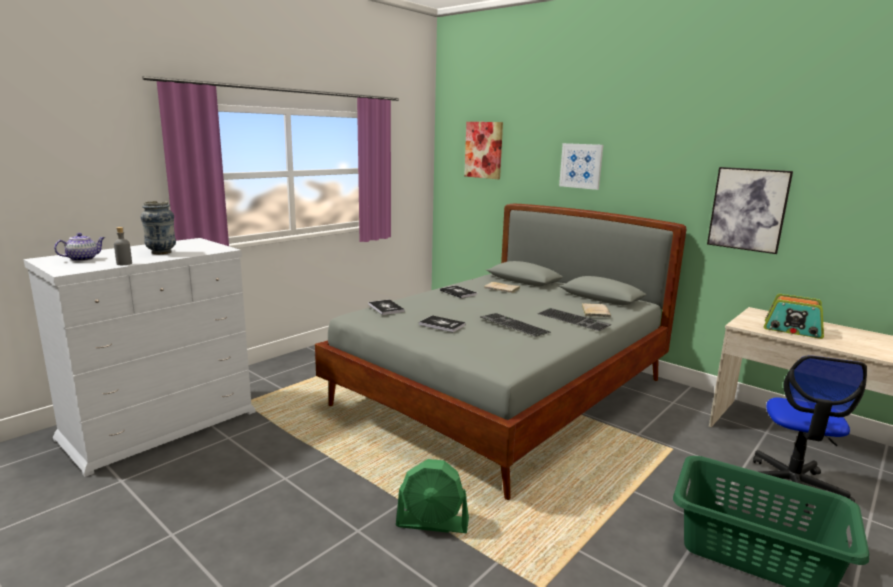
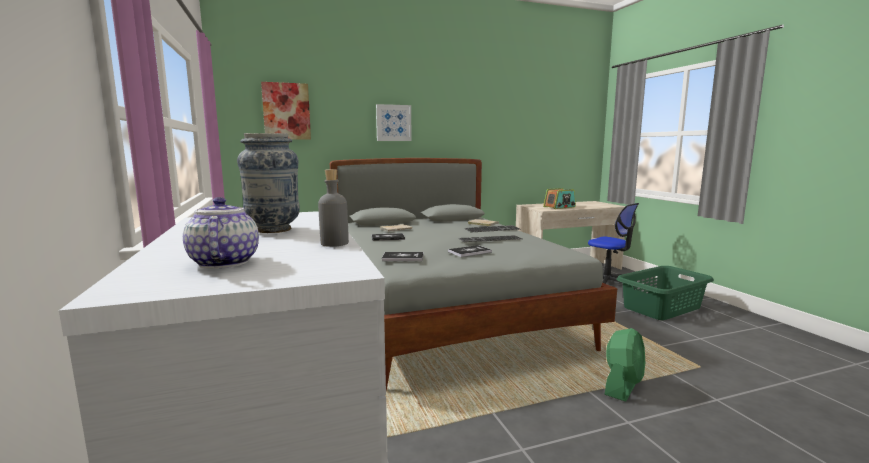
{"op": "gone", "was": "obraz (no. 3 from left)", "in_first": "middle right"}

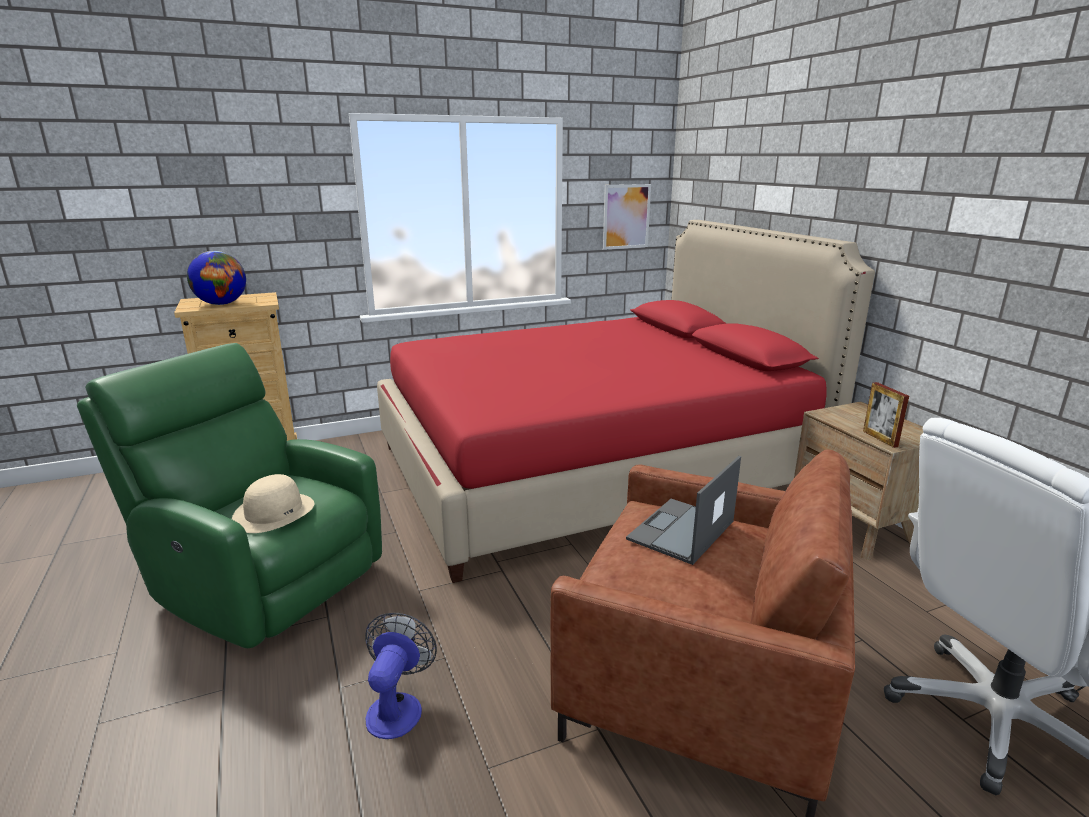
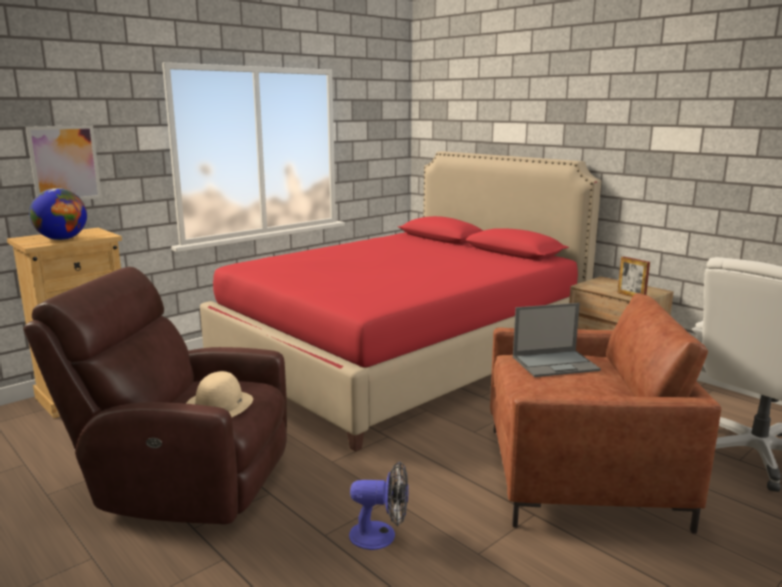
{"op": "repainted", "was": "fotel (zielony)", "now": "fotel (brązowy) (no. 1 from left)", "in_first": "middle left", "in_second": "bottom left"}
{"op": "shifted", "was": "obraz", "in_first": "top centre", "in_second": "top left"}
{"op": "rotated", "was": "wentylator", "in_first": "bottom centre", "in_second": "bottom centre", "clockwise": 105}
{"op": "rotated", "was": "laptop", "in_first": "centre", "in_second": "middle right", "clockwise": -120}

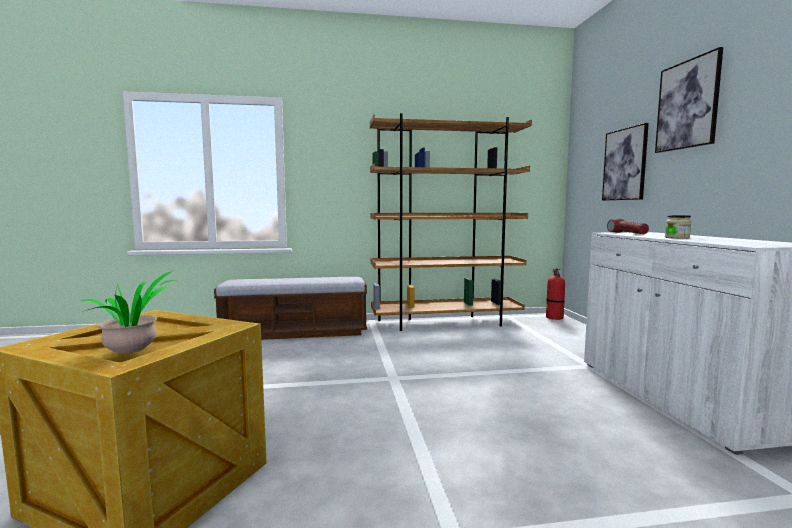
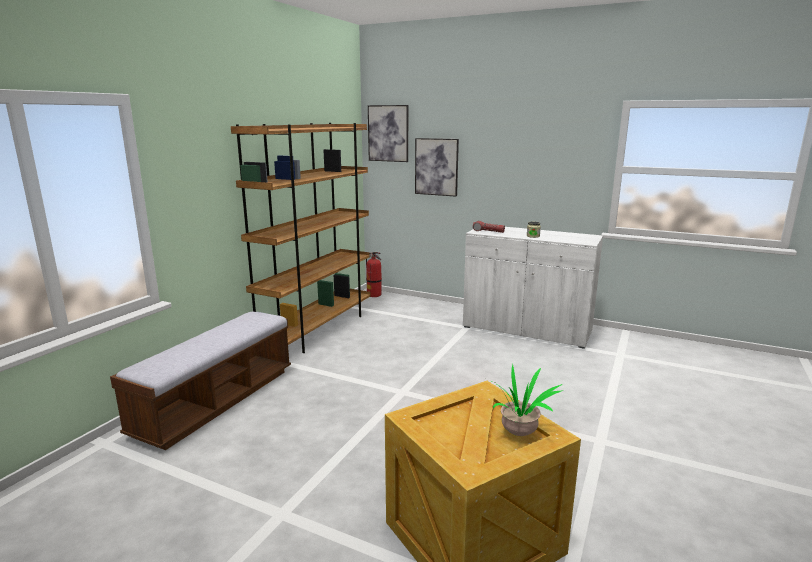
{"op": "shifted", "was": "obraz (no. 2 from left in the first image)", "now": "obraz (no. 1 from left)", "in_first": "top right", "in_second": "top centre"}

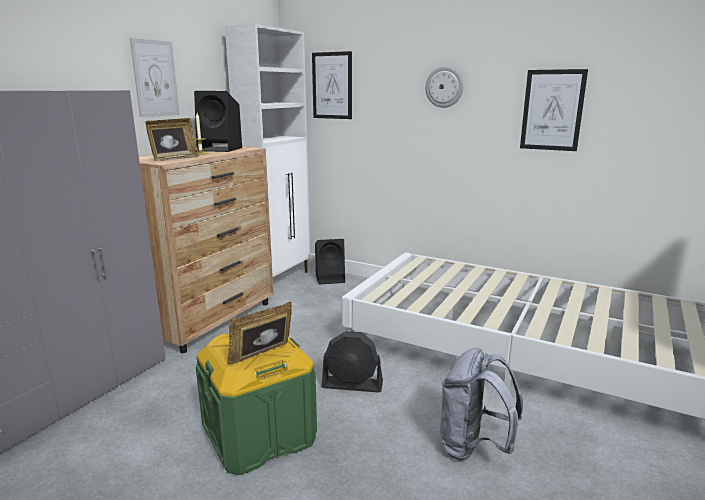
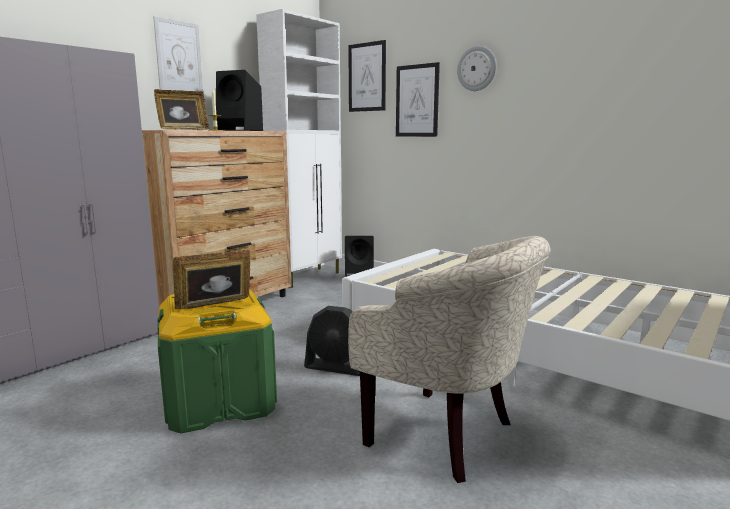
{"op": "swapped", "was": "plecak (szary)", "now": "fotel (beżowy)", "in_first": "bottom right", "in_second": "bottom centre"}
{"op": "shifted", "was": "obraz (no. 3 from left)", "in_first": "top right", "in_second": "top centre"}

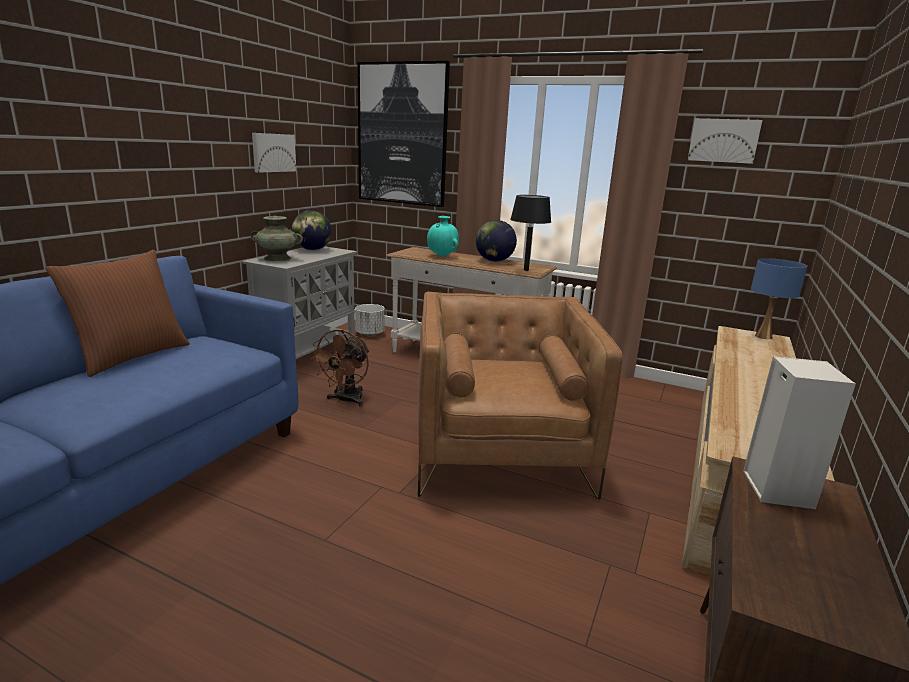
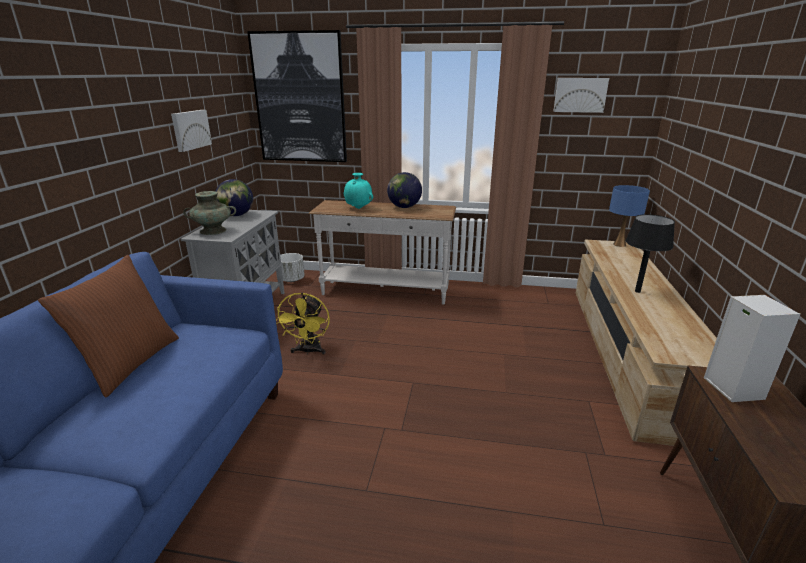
{"op": "repainted", "was": "wentylator (brązowy)", "now": "wentylator (żółty)", "in_first": "centre", "in_second": "centre"}
{"op": "shifted", "was": "lampa stołowa (czarny)", "in_first": "centre", "in_second": "middle right"}
{"op": "gone", "was": "fotel (brązowy)", "in_first": "centre"}

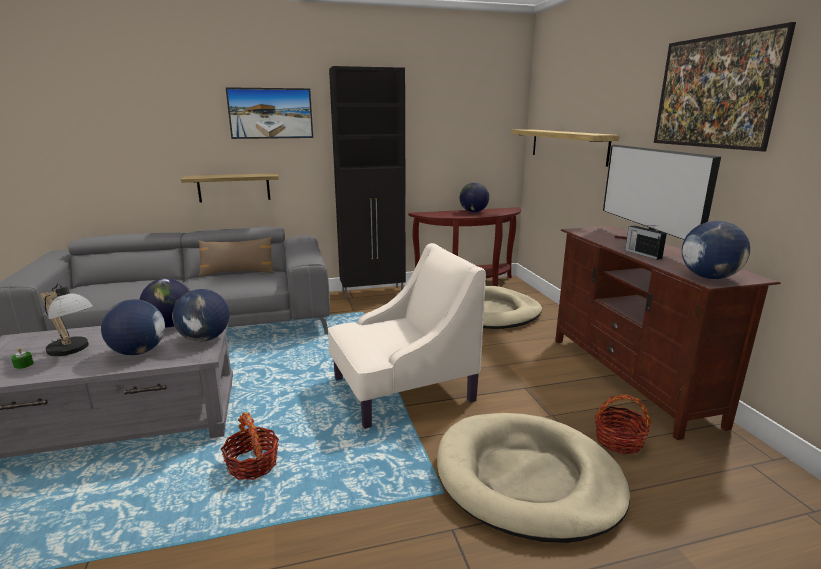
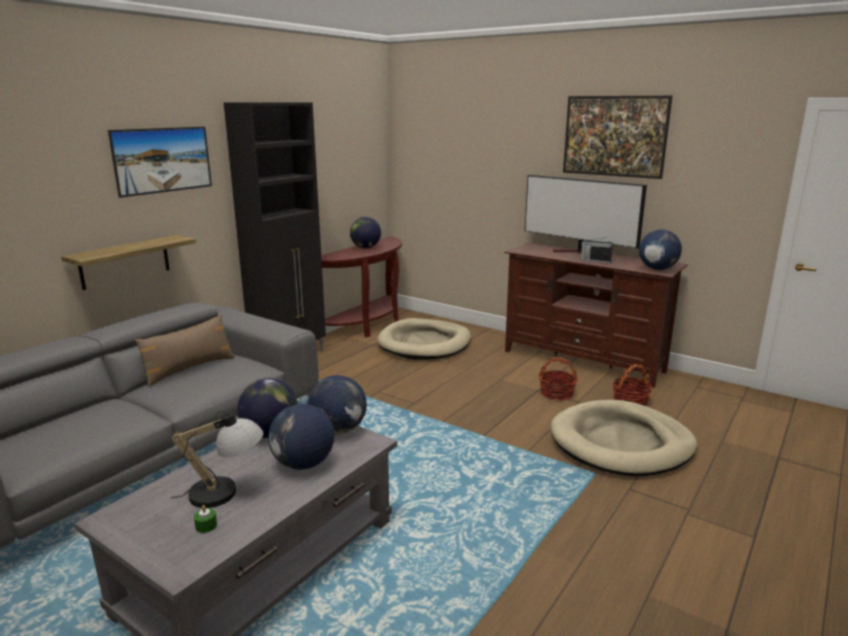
{"op": "shifted", "was": "koszyk (no. 1 from left)", "in_first": "bottom left", "in_second": "centre"}
{"op": "gone", "was": "fotel (beżowy)", "in_first": "centre"}
{"op": "gone", "was": "półka (no. 2 from left)", "in_first": "top right"}

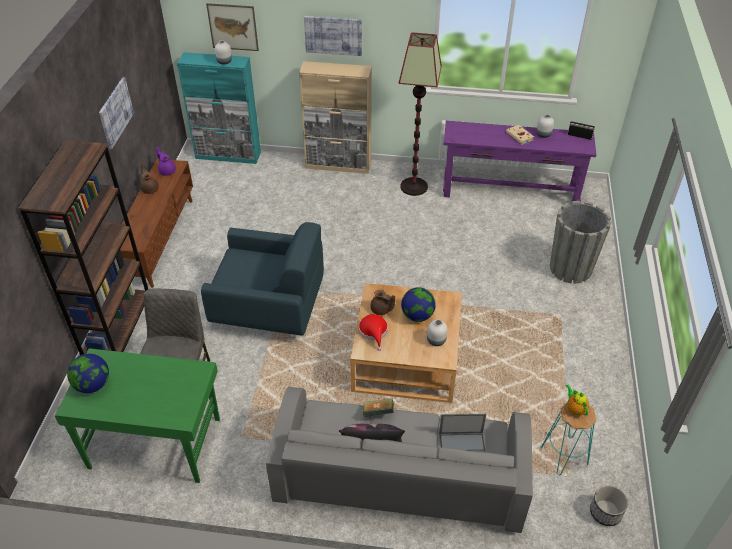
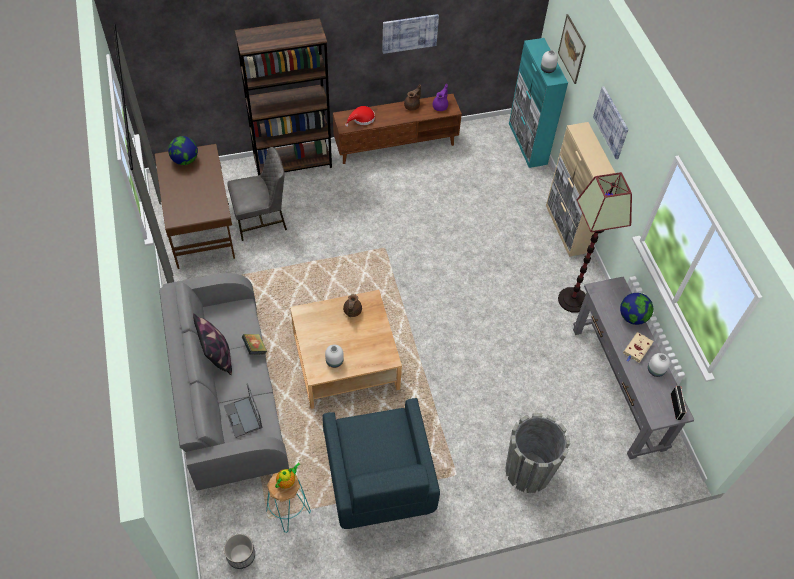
{"op": "repainted", "was": "biurko (zielony)", "now": "biurko (brązowy)", "in_first": "bottom left", "in_second": "middle left"}
{"op": "shifted", "was": "fotel (niebieski)", "in_first": "centre", "in_second": "bottom centre"}
{"op": "shifted", "was": "kapelusz (czerwony)", "in_first": "centre", "in_second": "top centre"}
{"op": "repainted", "was": "stolik konsolowy (fioletowy)", "now": "stolik konsolowy (szary)", "in_first": "top right", "in_second": "middle right"}
{"op": "shifted", "was": "globus (no. 2 from left)", "in_first": "centre", "in_second": "middle right"}

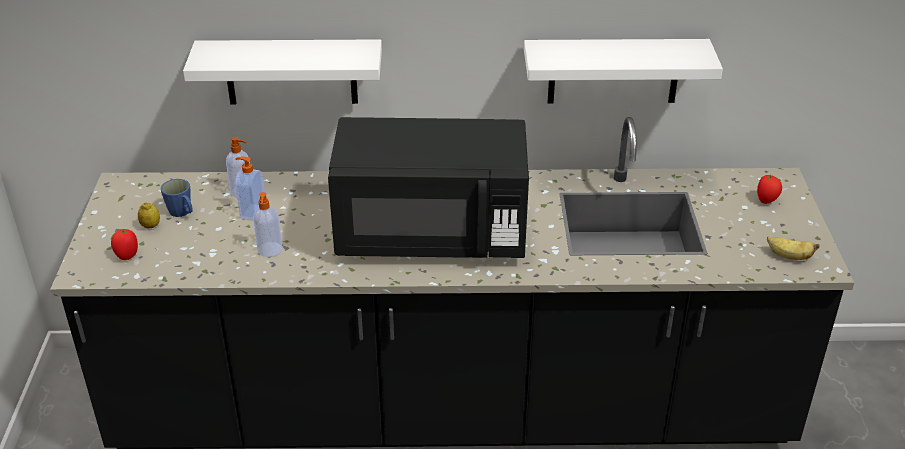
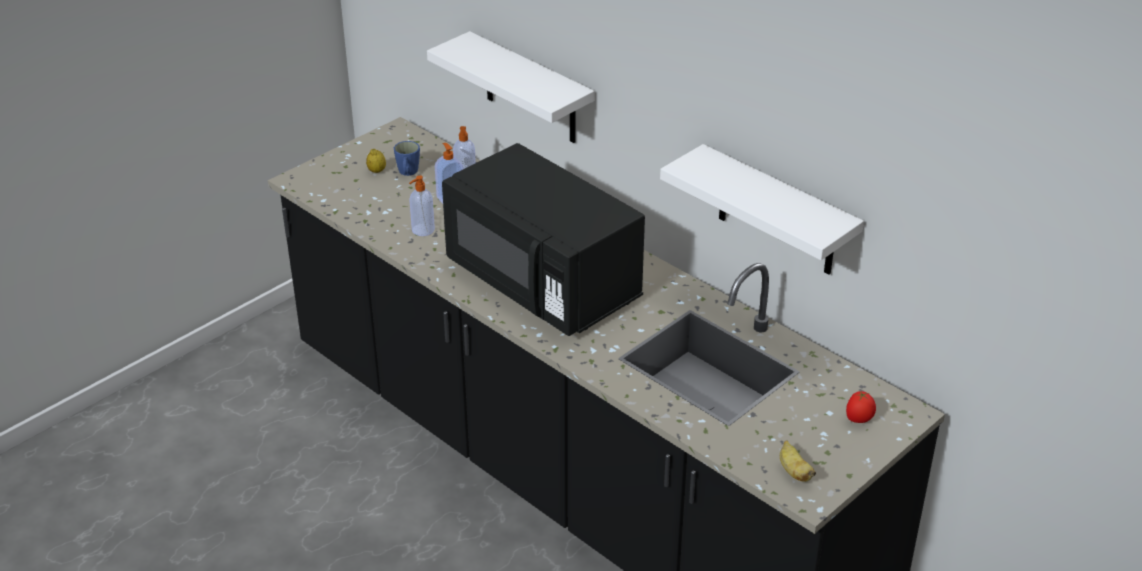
{"op": "gone", "was": "pomidor (no. 1 from left)", "in_first": "middle left"}

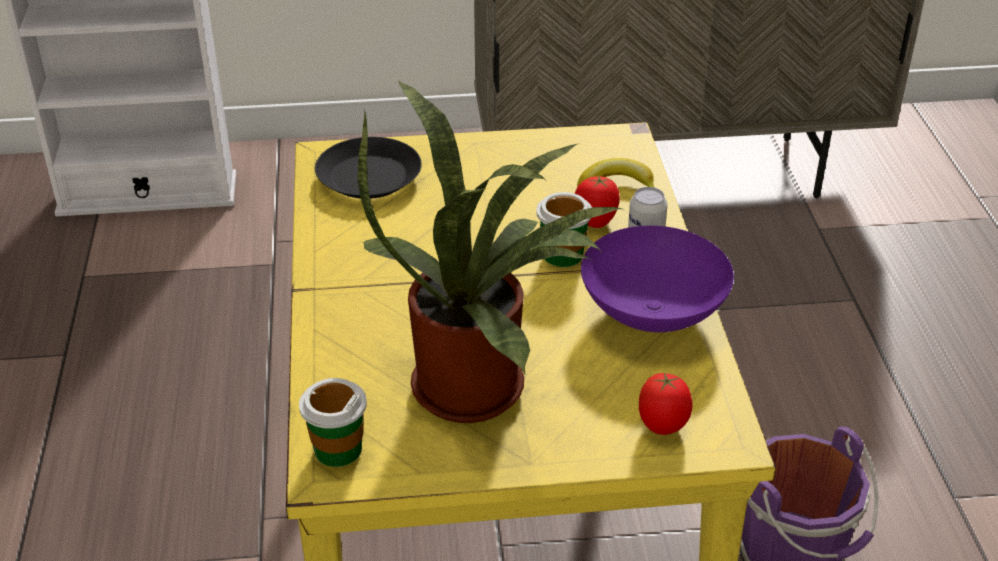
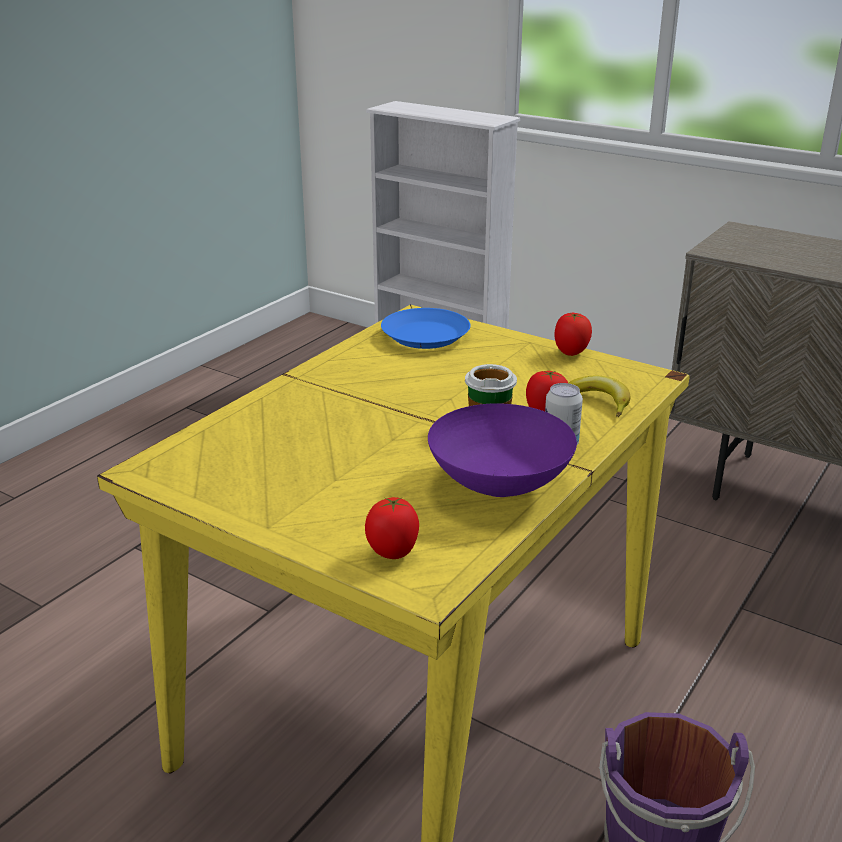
{"op": "repainted", "was": "talerz (czarny)", "now": "talerz (niebieski)", "in_first": "top centre", "in_second": "centre"}
{"op": "new", "now": "pomidor (no. 3 from left)", "in_second": "middle right"}
{"op": "gone", "was": "filiżanka (no. 1 from left)", "in_first": "bottom centre"}
{"op": "gone", "was": "roślina doniczkowa", "in_first": "centre"}

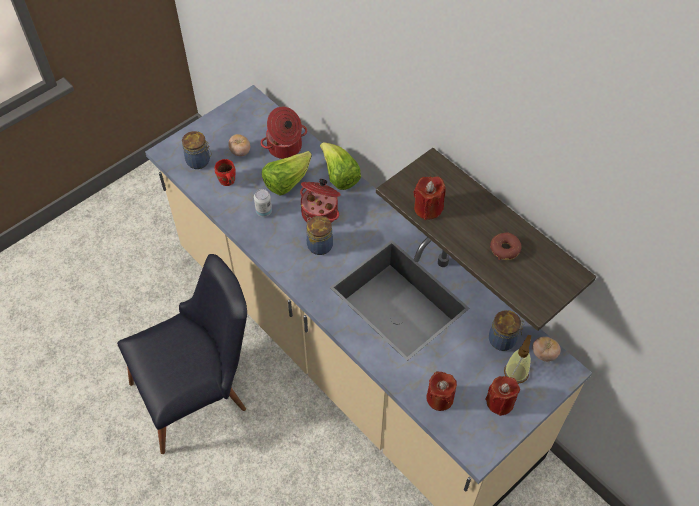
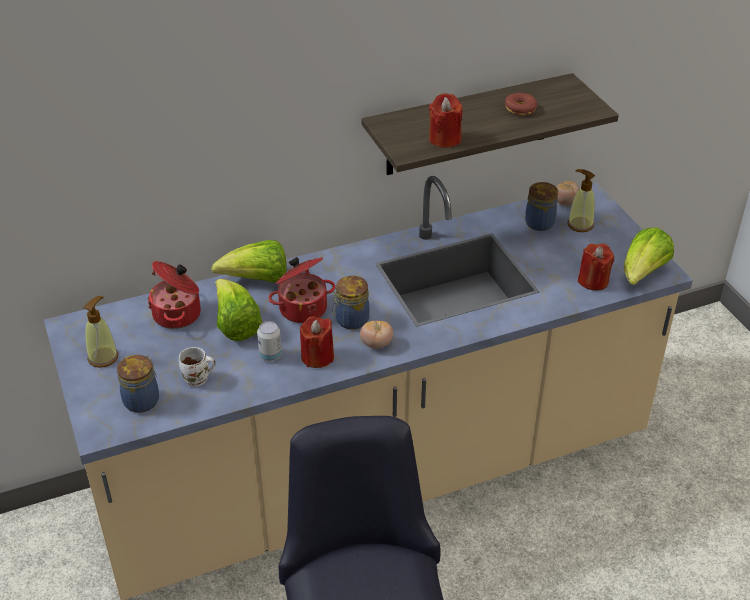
{"op": "new", "now": "dozownik mydła (no. 1 from left)", "in_second": "middle left"}
{"op": "repainted", "was": "kubek (czerwony)", "now": "kubek (biały)", "in_first": "middle left", "in_second": "middle left"}
{"op": "shifted", "was": "świeca (czerwony) (no. 3 from left in the first image)", "now": "świeca (czerwony) (no. 1 from left)", "in_first": "bottom right", "in_second": "centre"}
{"op": "shifted", "was": "pomidor (no. 1 from left)", "in_first": "top centre", "in_second": "centre"}
{"op": "new", "now": "sałata (no. 3 from left)", "in_second": "middle right"}

